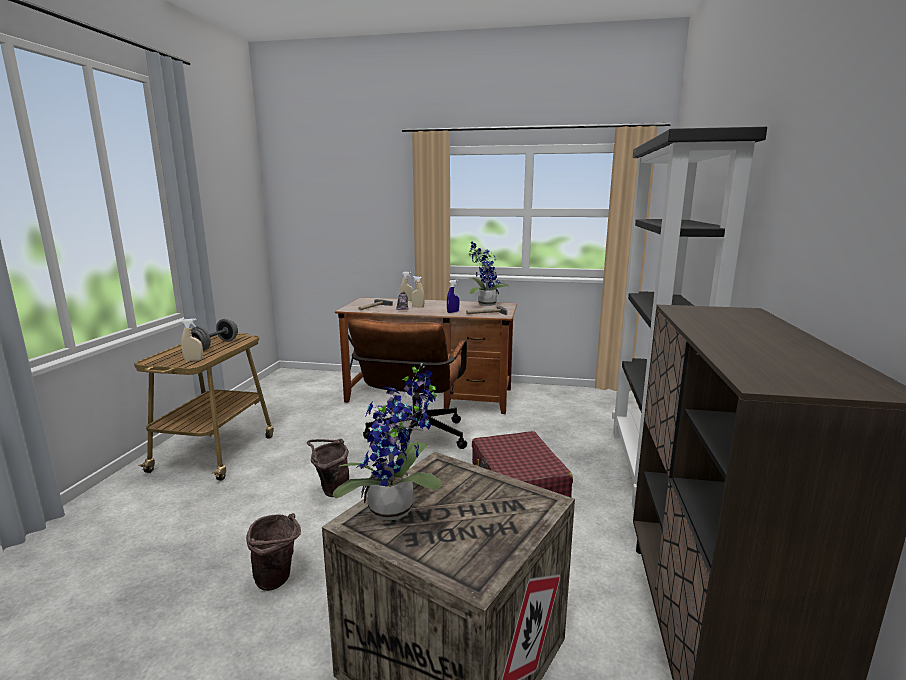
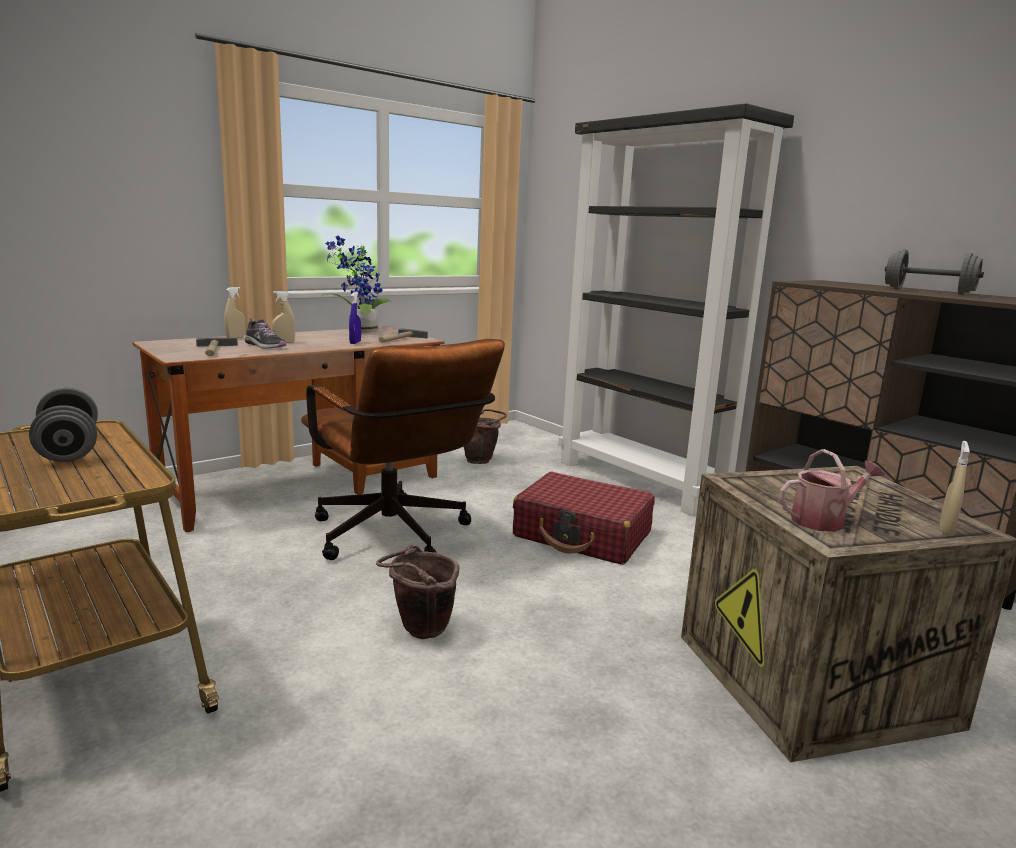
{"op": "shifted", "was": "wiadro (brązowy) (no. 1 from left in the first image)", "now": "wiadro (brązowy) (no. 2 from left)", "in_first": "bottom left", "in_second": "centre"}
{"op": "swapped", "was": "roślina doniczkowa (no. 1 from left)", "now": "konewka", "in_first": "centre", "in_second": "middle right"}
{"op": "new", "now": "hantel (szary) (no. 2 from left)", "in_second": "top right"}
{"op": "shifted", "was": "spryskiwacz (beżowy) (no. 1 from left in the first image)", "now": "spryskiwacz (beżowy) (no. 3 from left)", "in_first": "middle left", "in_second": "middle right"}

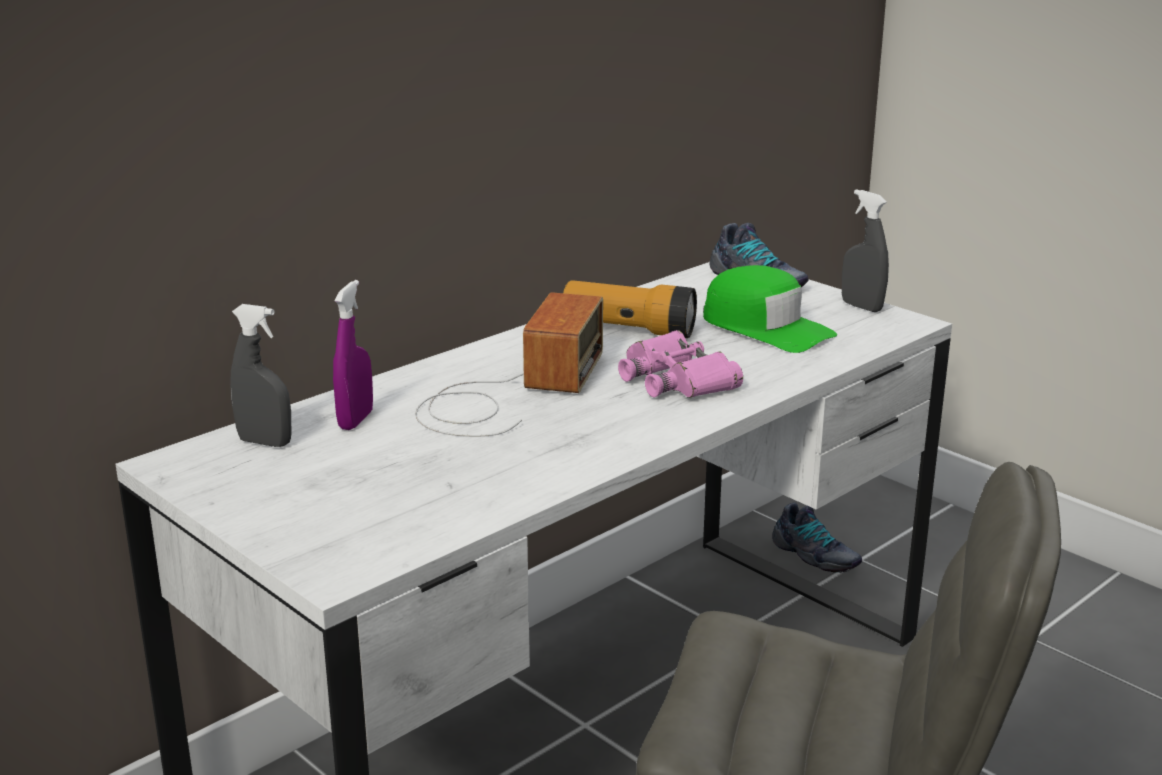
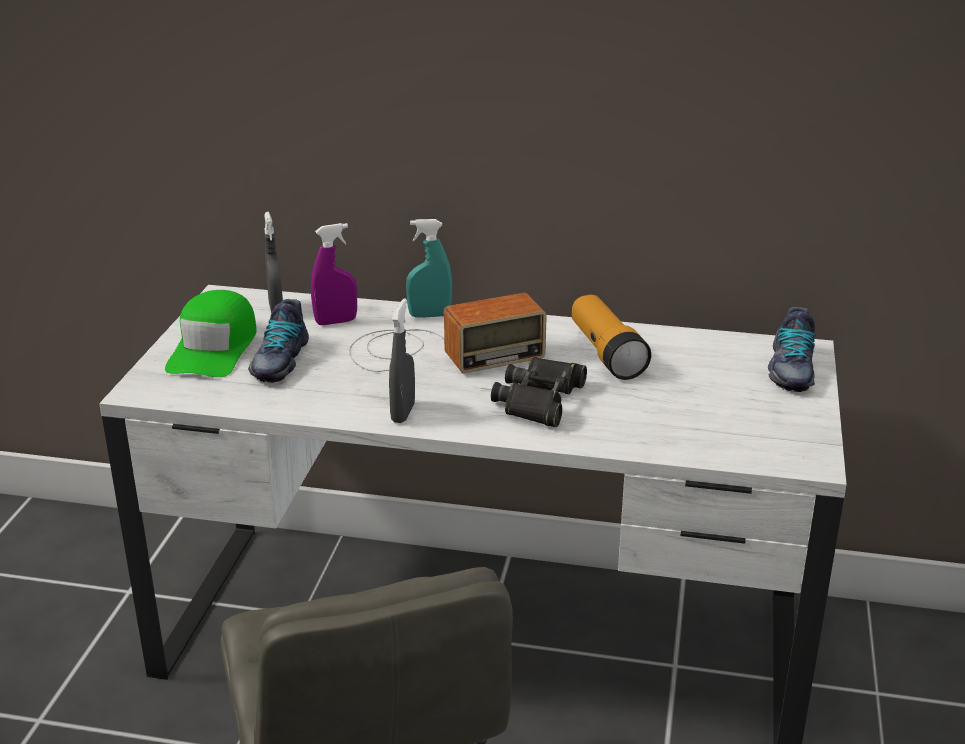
{"op": "shifted", "was": "czapka z daszkiem (zielony)", "in_first": "centre", "in_second": "middle left"}
{"op": "shifted", "was": "but (no. 2 from left in the first image)", "now": "but (no. 1 from left)", "in_first": "bottom right", "in_second": "middle left"}
{"op": "shifted", "was": "spryskiwacz (szary) (no. 2 from left)", "in_first": "top right", "in_second": "centre"}
{"op": "new", "now": "spryskiwacz (turkusowy)", "in_second": "centre"}
{"op": "repainted", "was": "lornetka (różowy)", "now": "lornetka (czarny)", "in_first": "centre", "in_second": "centre"}

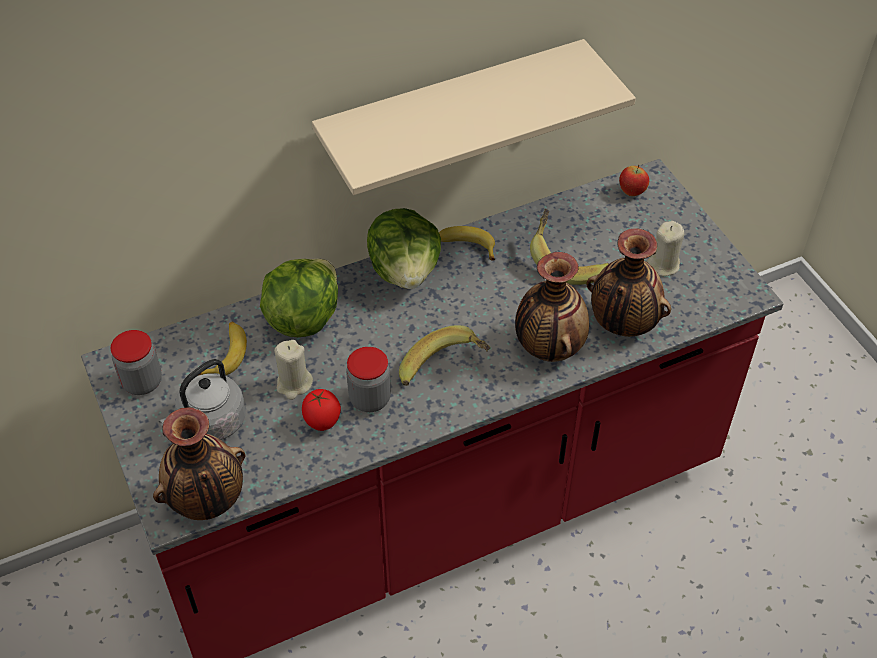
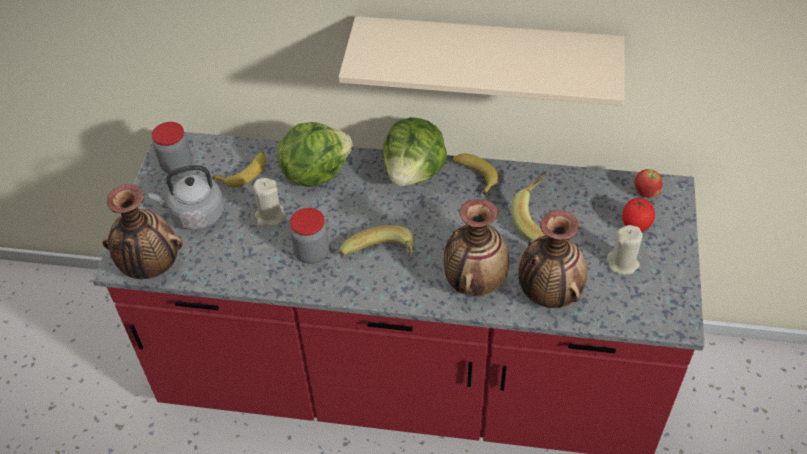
{"op": "shifted", "was": "pomidor", "in_first": "centre", "in_second": "middle right"}

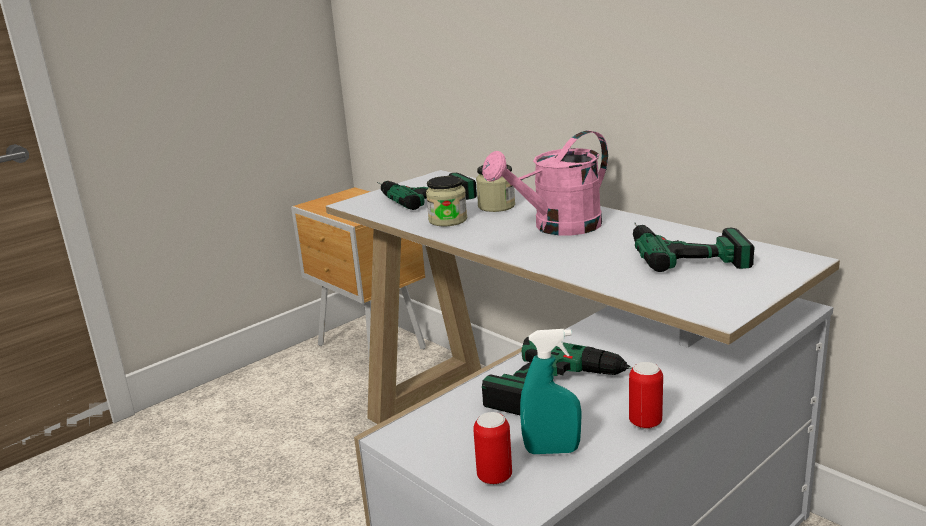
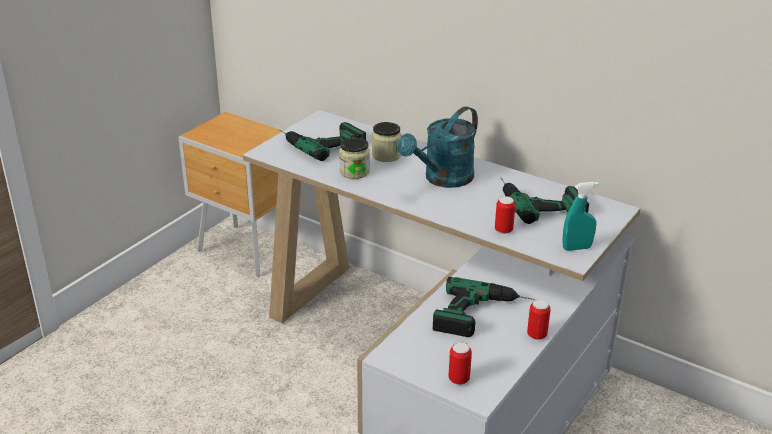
{"op": "repainted", "was": "konewka (różowy)", "now": "konewka (turkusowy)", "in_first": "centre", "in_second": "centre"}
{"op": "new", "now": "puszka (no. 2 from left)", "in_second": "centre"}
{"op": "shifted", "was": "spryskiwacz (turkusowy)", "in_first": "bottom centre", "in_second": "middle right"}

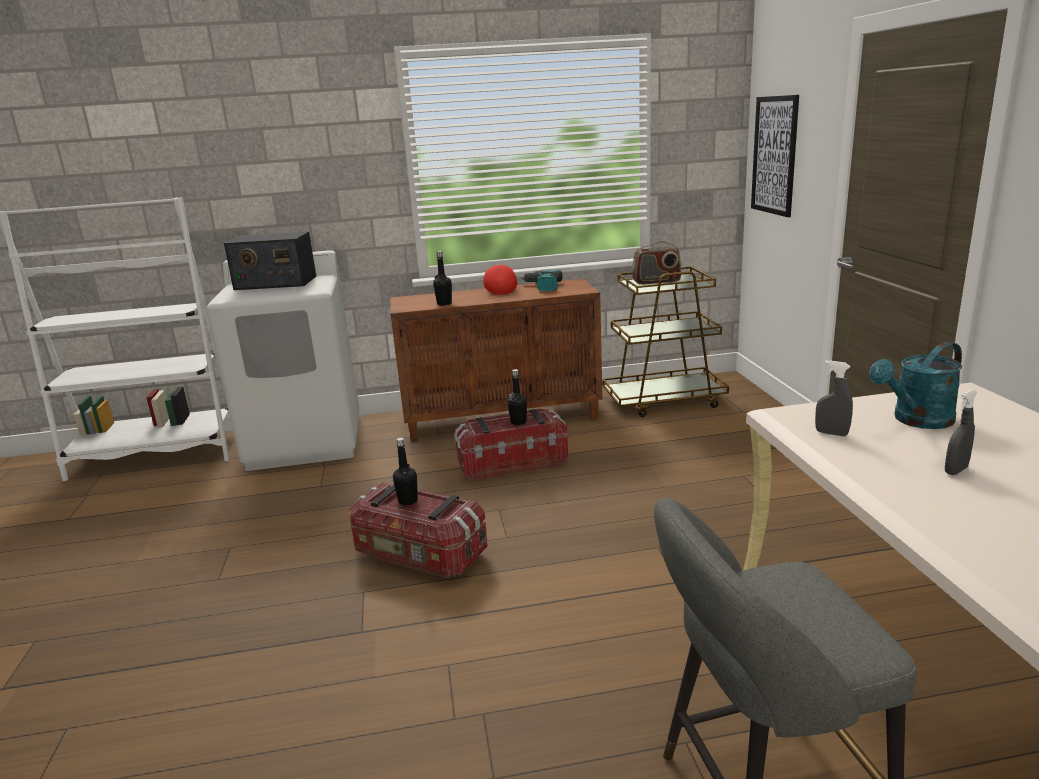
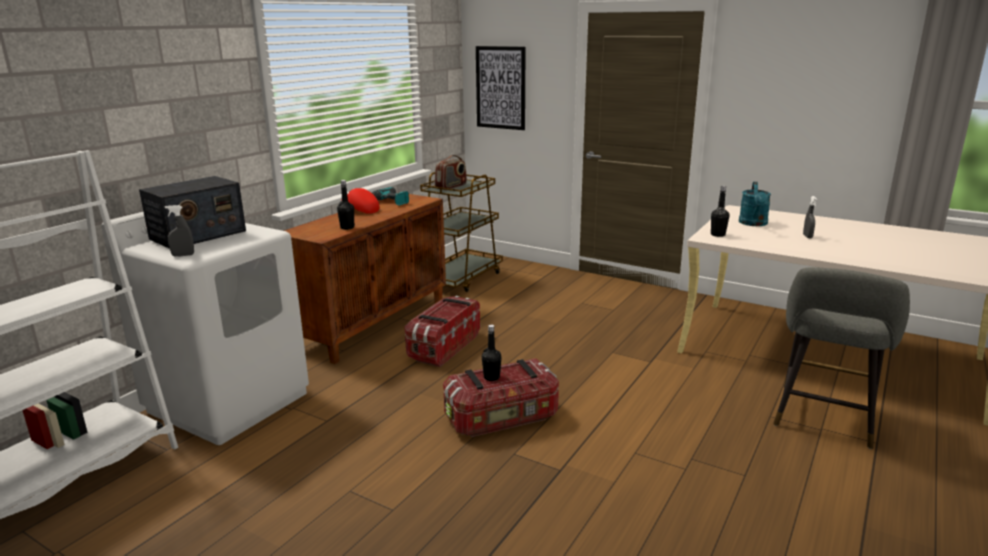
{"op": "shifted", "was": "spryskiwacz (szary) (no. 1 from left)", "in_first": "middle right", "in_second": "middle left"}
{"op": "shifted", "was": "butelka (czarny) (no. 3 from left)", "in_first": "centre", "in_second": "middle right"}

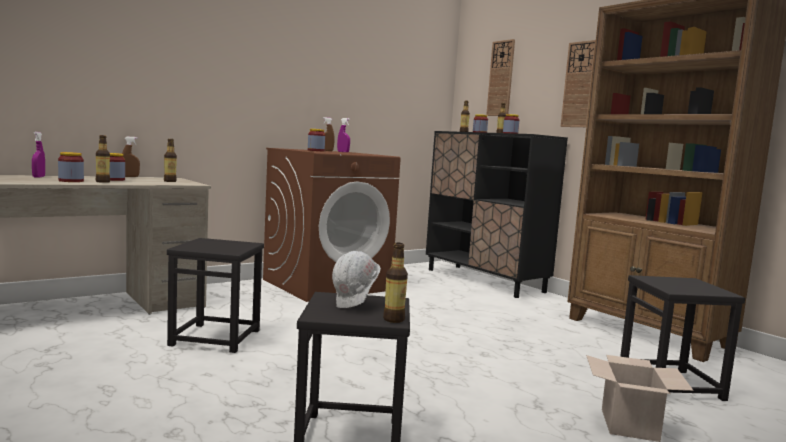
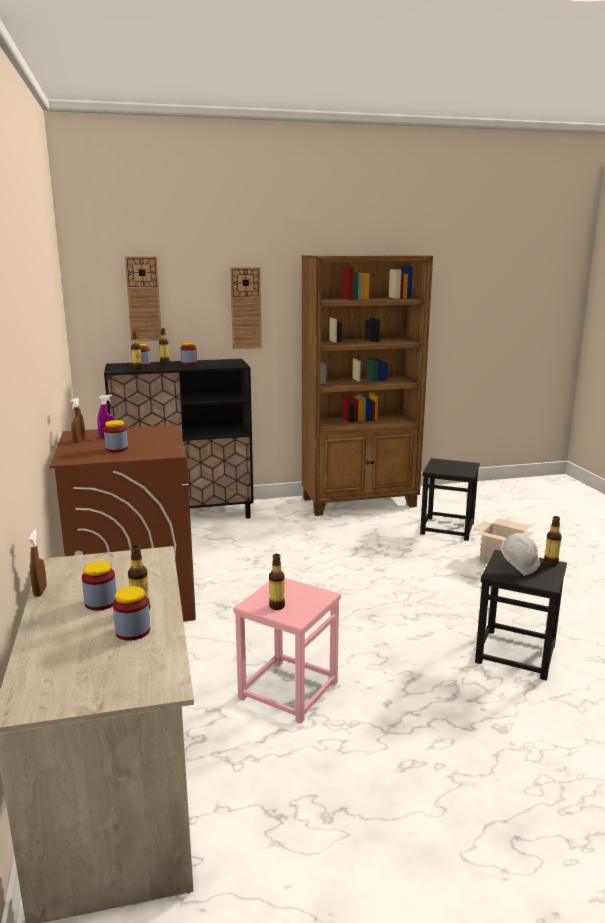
{"op": "repainted", "was": "stołek (czarny) (no. 1 from left)", "now": "stołek (różowy)", "in_first": "bottom left", "in_second": "bottom centre"}
{"op": "shifted", "was": "butelka (no. 2 from left in the first image)", "now": "butelka (no. 4 from left)", "in_first": "middle left", "in_second": "centre"}
{"op": "gone", "was": "spryskiwacz (fioletowy) (no. 1 from left)", "in_first": "middle left"}

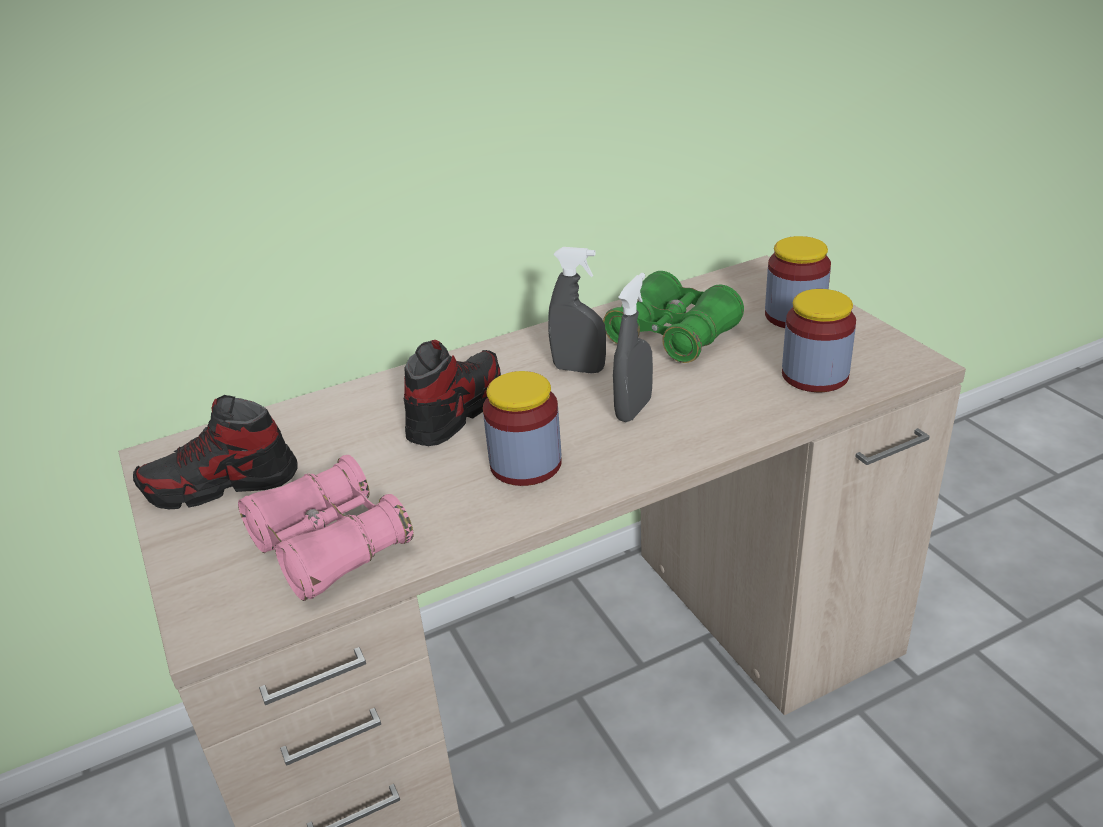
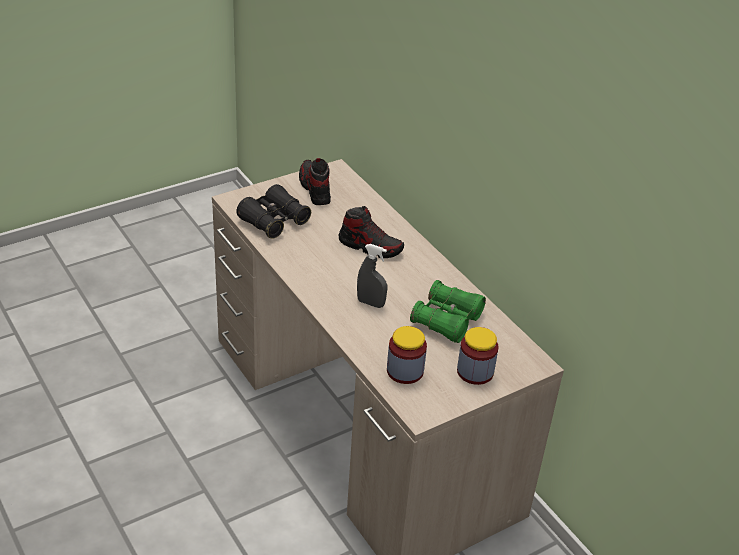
{"op": "repainted", "was": "lornetka (różowy)", "now": "lornetka (czarny)", "in_first": "middle left", "in_second": "centre"}
{"op": "gone", "was": "słoik (no. 1 from left)", "in_first": "centre"}
{"op": "gone", "was": "spryskiwacz (szary) (no. 1 from left)", "in_first": "centre"}

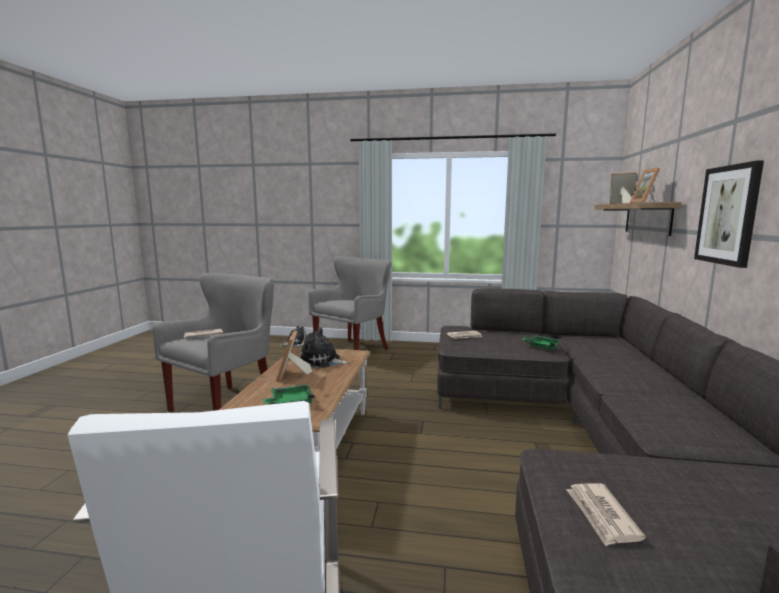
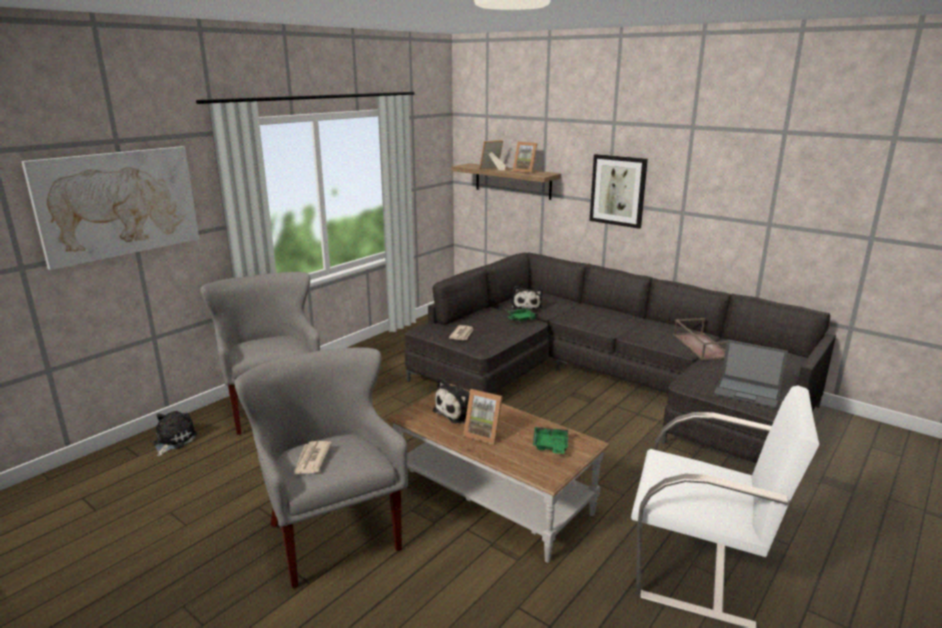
{"op": "new", "now": "obraz (no. 1 from left)", "in_second": "top left"}
{"op": "new", "now": "pluszak (no. 3 from left)", "in_second": "centre"}
{"op": "new", "now": "taca (brązowy)", "in_second": "middle right"}
{"op": "swapped", "was": "gazeta (no. 3 from left)", "now": "laptop", "in_first": "bottom right", "in_second": "middle right"}

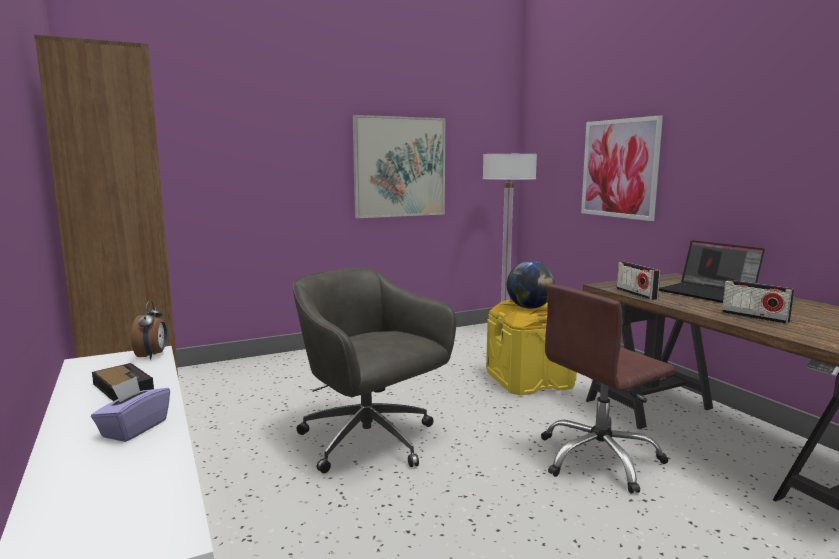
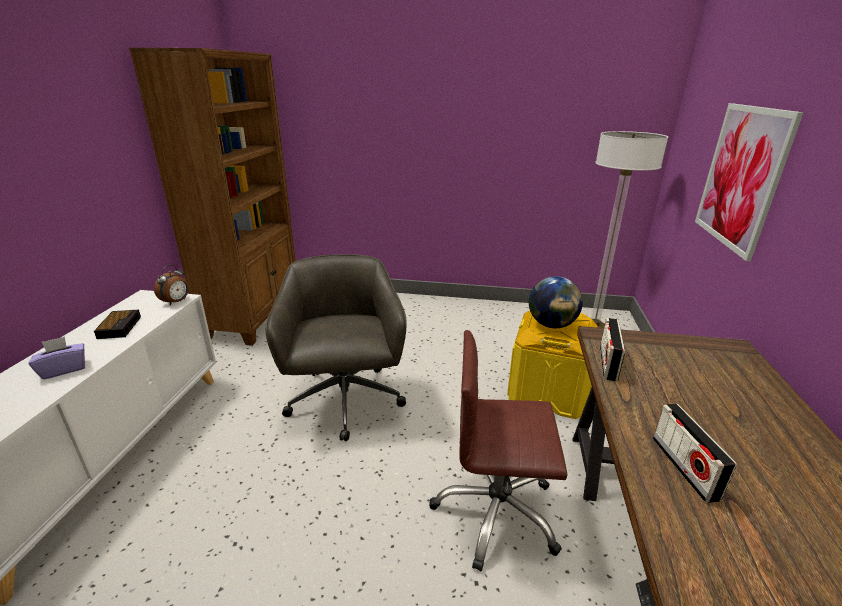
{"op": "gone", "was": "obraz (no. 1 from left)", "in_first": "top centre"}
{"op": "gone", "was": "laptop", "in_first": "middle right"}

